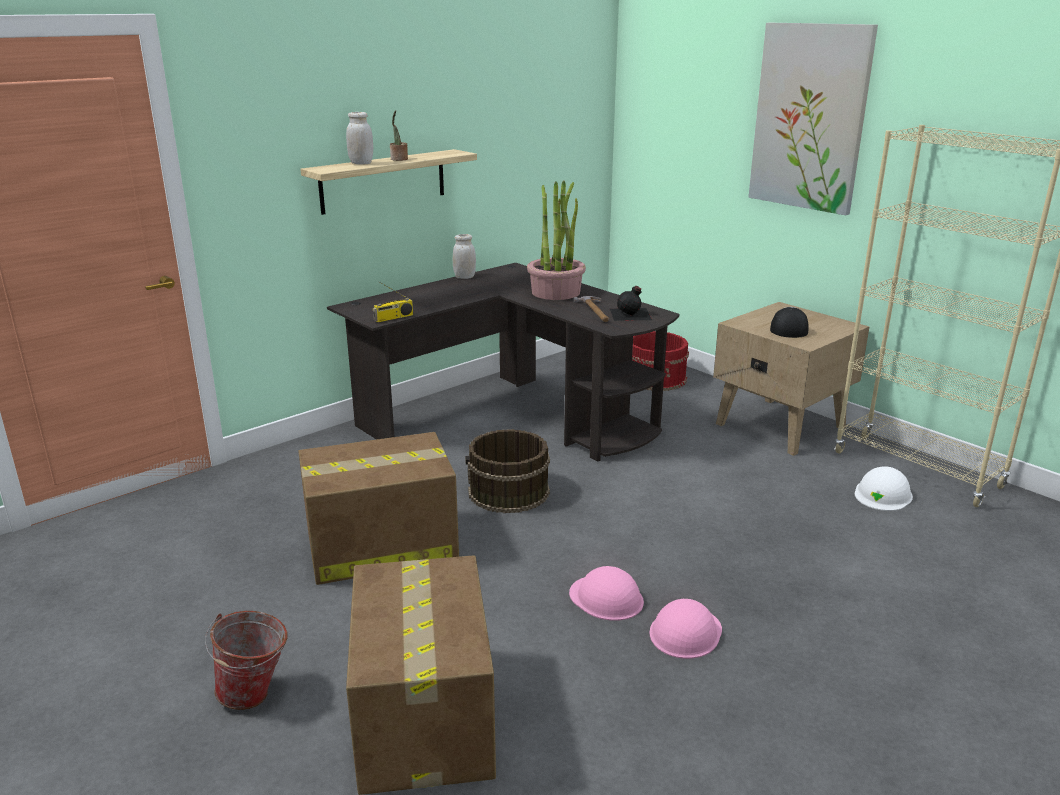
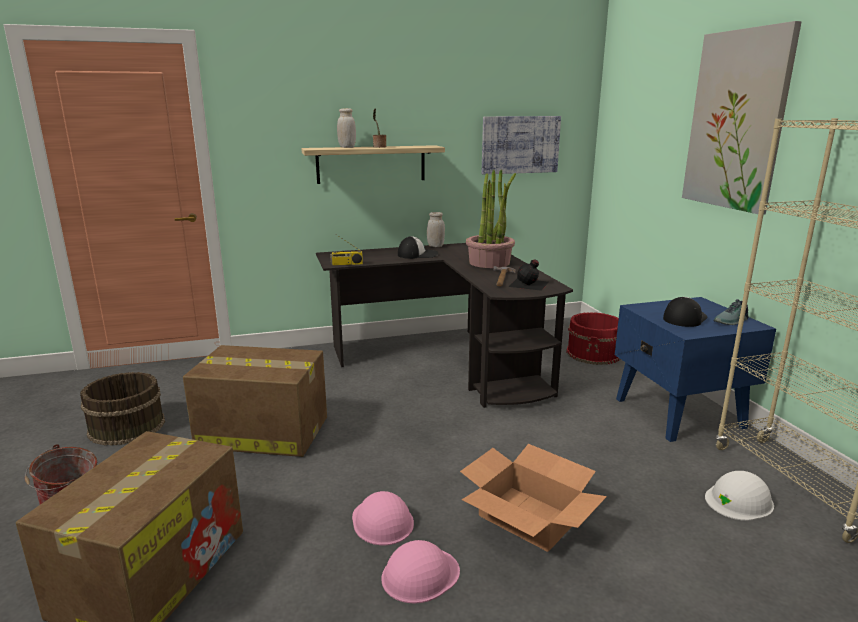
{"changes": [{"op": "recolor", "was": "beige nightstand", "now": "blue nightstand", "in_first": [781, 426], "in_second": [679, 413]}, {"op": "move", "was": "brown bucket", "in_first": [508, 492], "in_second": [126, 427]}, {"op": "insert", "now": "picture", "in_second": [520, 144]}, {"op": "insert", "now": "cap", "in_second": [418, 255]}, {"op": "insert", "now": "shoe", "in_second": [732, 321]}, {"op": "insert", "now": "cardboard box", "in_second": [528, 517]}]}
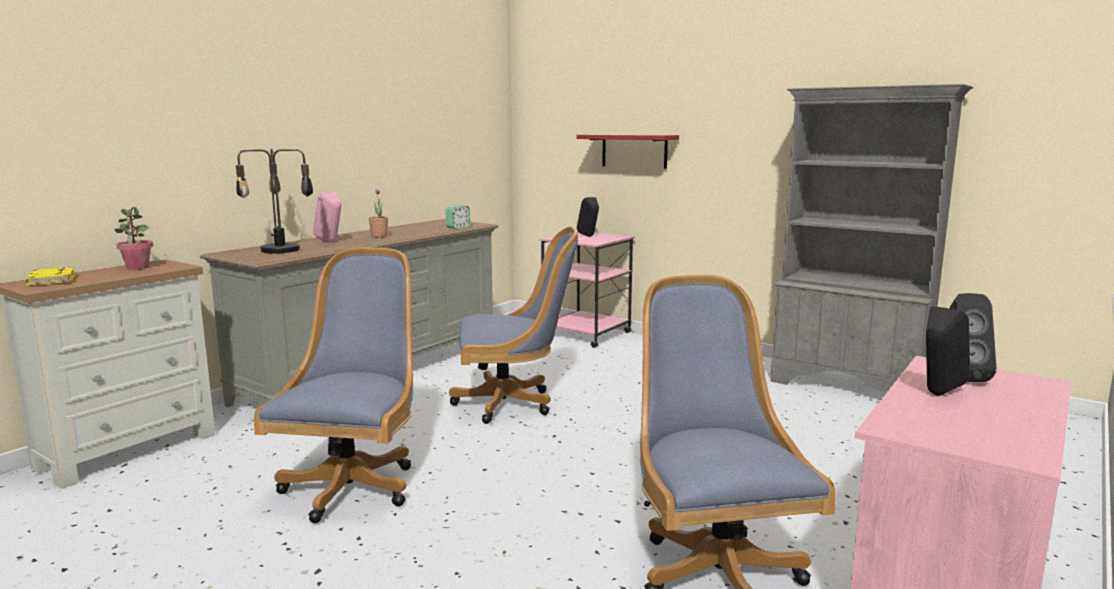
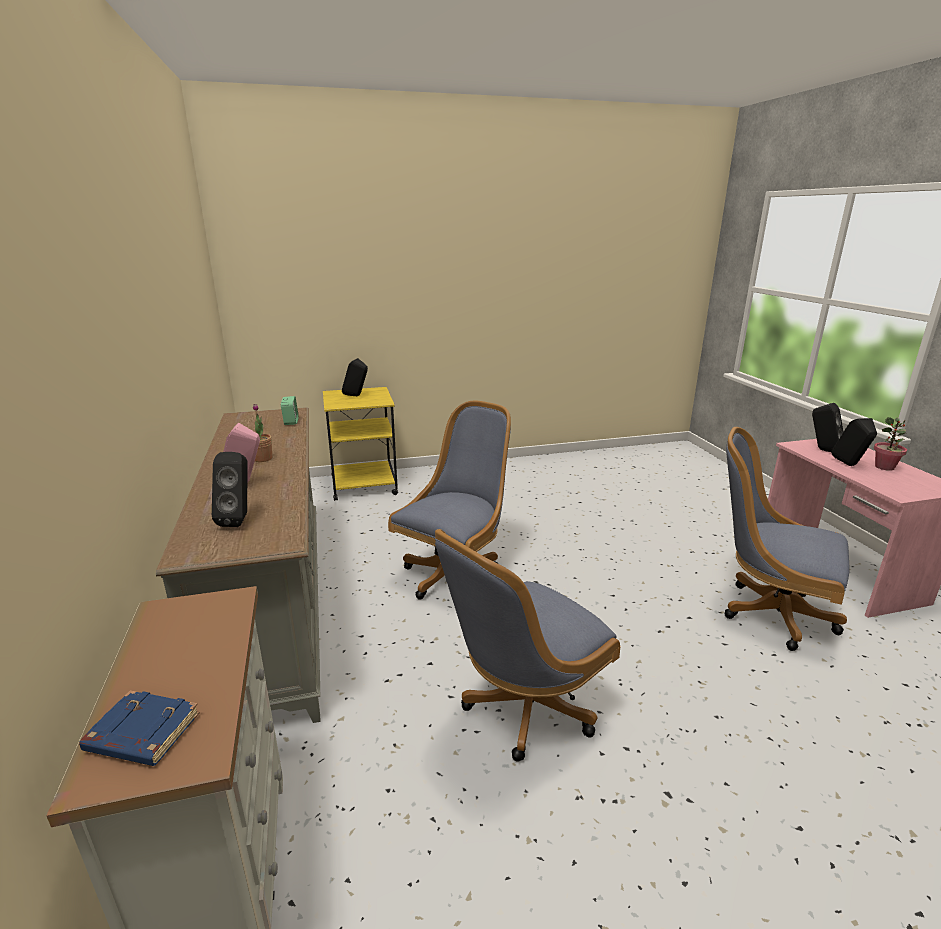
{"changes": [{"op": "delete", "was": "grey bookcase", "in_first": [848, 385]}, {"op": "delete", "was": "red shelf", "in_first": [634, 151]}, {"op": "replace", "was": "table lamp", "now": "black speaker", "in_first": [280, 250], "in_second": [239, 519]}, {"op": "move", "was": "potted plant", "in_first": [137, 267], "in_second": [884, 467]}, {"op": "recolor", "was": "pink cart", "now": "yellow cart", "in_first": [587, 335], "in_second": [365, 485]}, {"op": "rotate", "was": "blue office chair", "in_first": [354, 483], "in_second": [520, 714], "clockwise": -90}, {"op": "recolor", "was": "yellow book", "now": "blue book", "in_first": [50, 280], "in_second": [141, 734]}]}
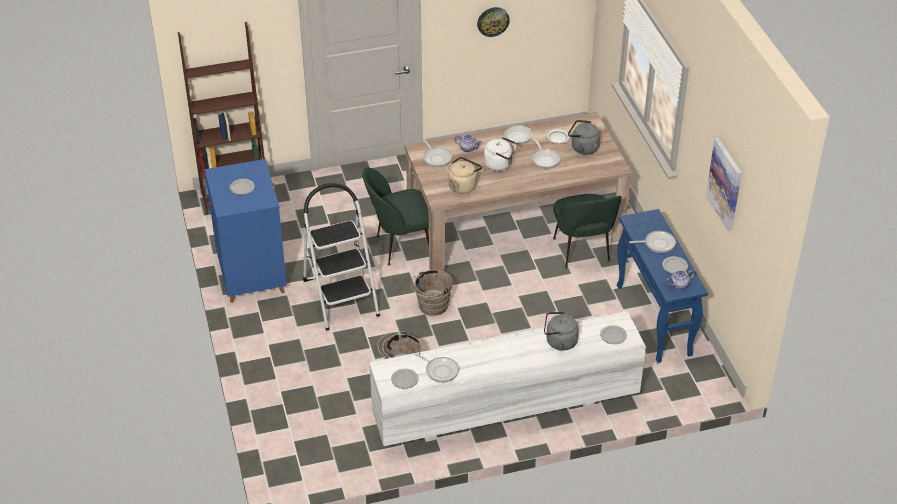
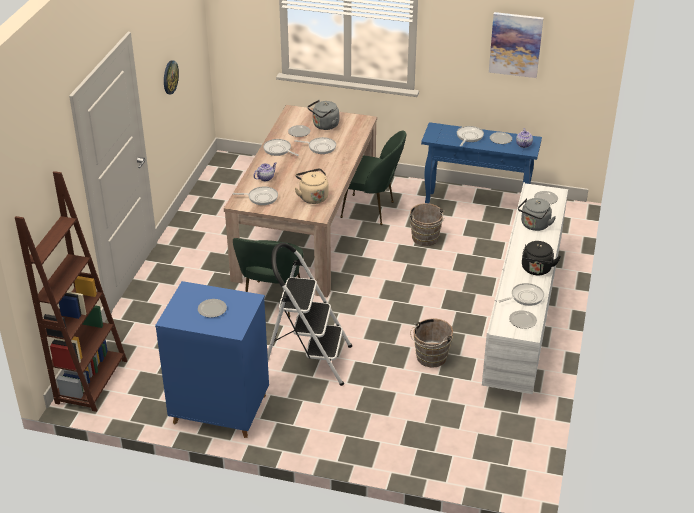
{"changes": [{"op": "delete", "was": "white kettle", "in_first": [500, 164]}, {"op": "move", "was": "brown bucket", "in_first": [431, 307], "in_second": [425, 239]}, {"op": "insert", "now": "black kettle", "in_second": [536, 270]}]}
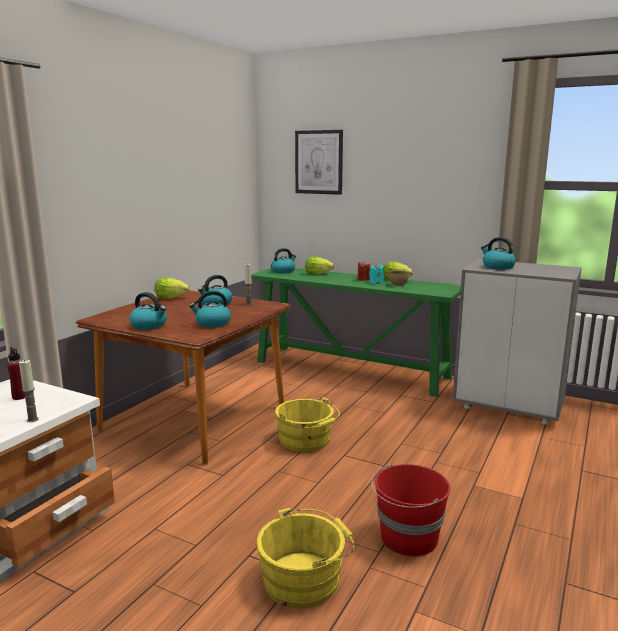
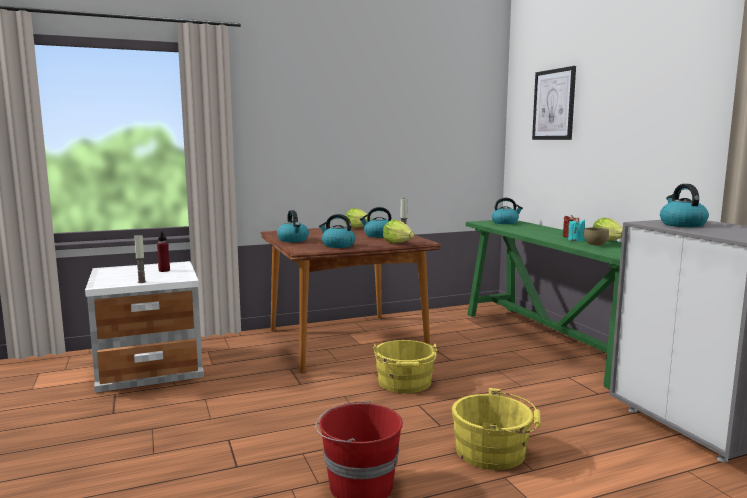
{"changes": [{"op": "move", "was": "lettuce", "in_first": [317, 274], "in_second": [398, 243]}, {"op": "move", "was": "yellow bucket", "in_first": [305, 578], "in_second": [495, 452]}]}
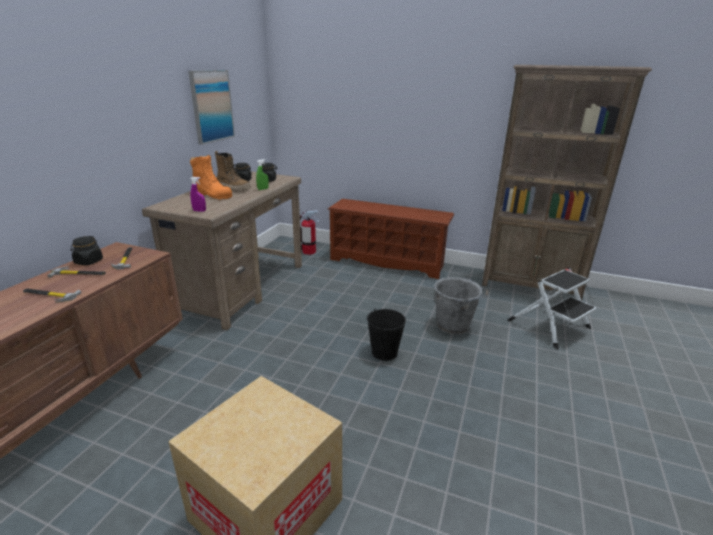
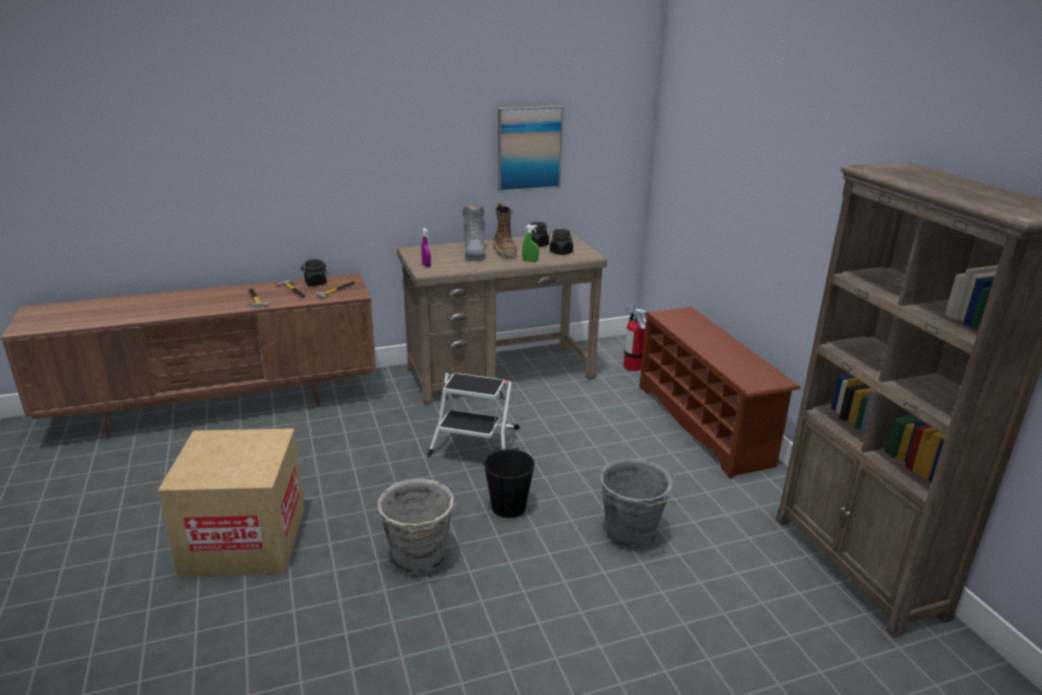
{"changes": [{"op": "recolor", "was": "orange boot", "now": "grey boot", "in_first": [212, 195], "in_second": [474, 252]}, {"op": "move", "was": "step ladder", "in_first": [549, 325], "in_second": [476, 443]}, {"op": "insert", "now": "grey bucket", "in_second": [419, 559]}]}
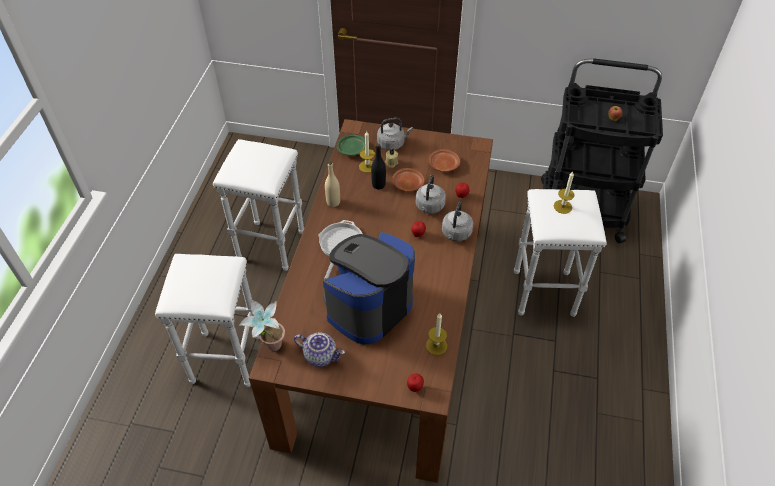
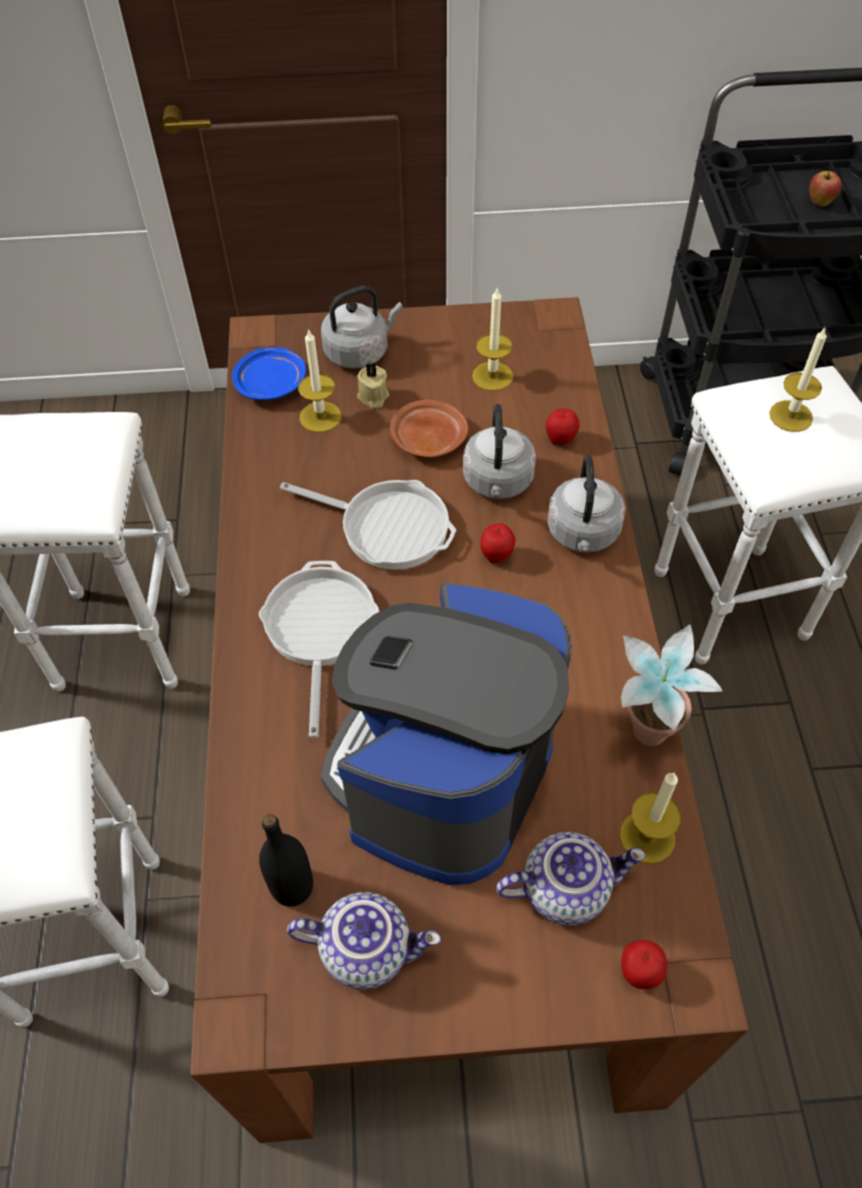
{"changes": [{"op": "recolor", "was": "green plate", "now": "blue plate", "in_first": [352, 149], "in_second": [271, 383]}, {"op": "move", "was": "black bottle", "in_first": [378, 185], "in_second": [292, 887]}, {"op": "replace", "was": "brown plate", "now": "candle", "in_first": [443, 164], "in_second": [492, 376]}, {"op": "delete", "was": "beige bottle", "in_first": [333, 202]}, {"op": "move", "was": "potted plant", "in_first": [269, 348], "in_second": [643, 741]}, {"op": "insert", "now": "frying pan", "in_second": [387, 526]}, {"op": "insert", "now": "teapot", "in_second": [565, 887]}]}
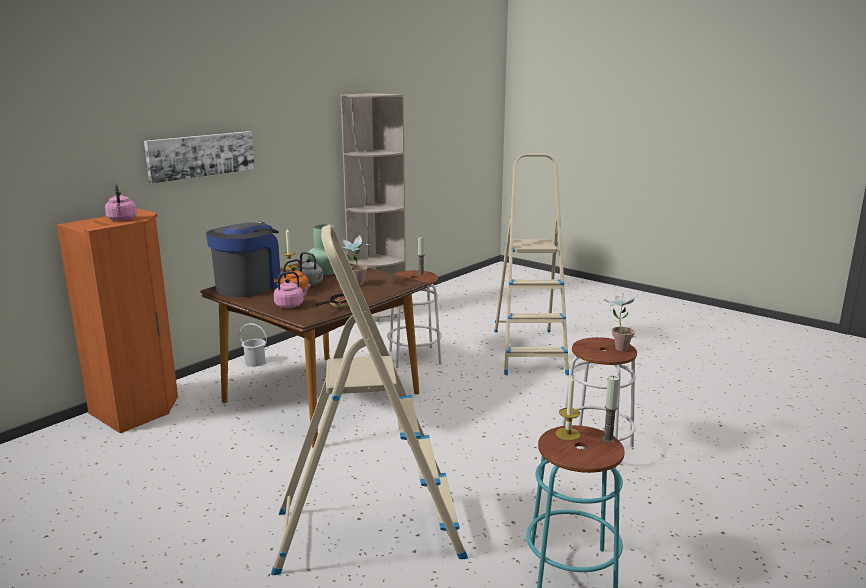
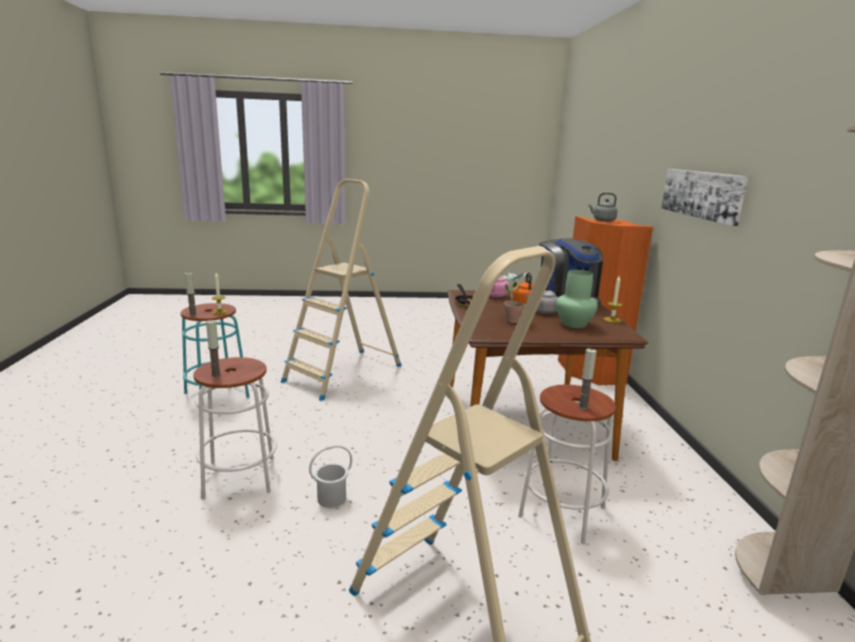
{"changes": [{"op": "recolor", "was": "pink kettle", "now": "grey kettle", "in_first": [122, 219], "in_second": [602, 220]}, {"op": "replace", "was": "potted plant", "now": "candle", "in_first": [618, 347], "in_second": [216, 375]}, {"op": "move", "was": "white bucket", "in_first": [255, 362], "in_second": [331, 498]}]}
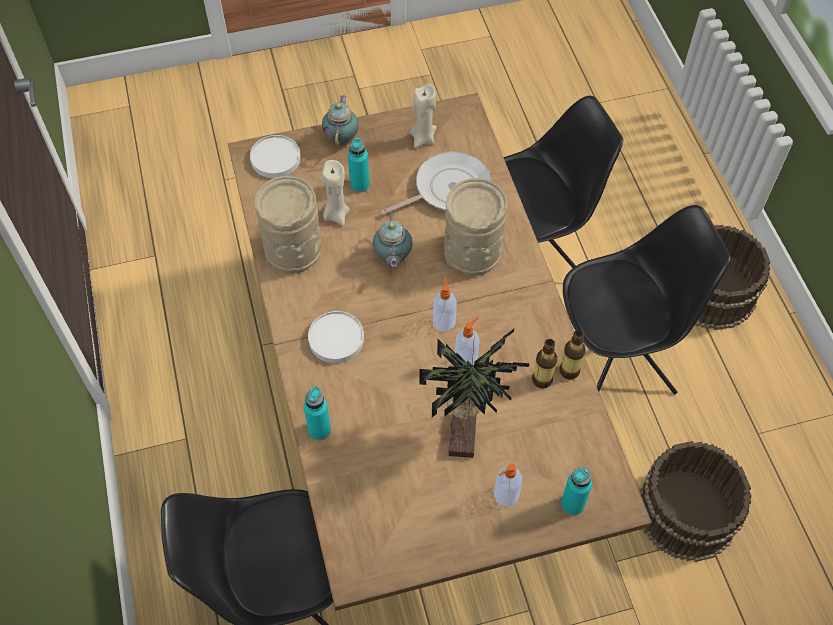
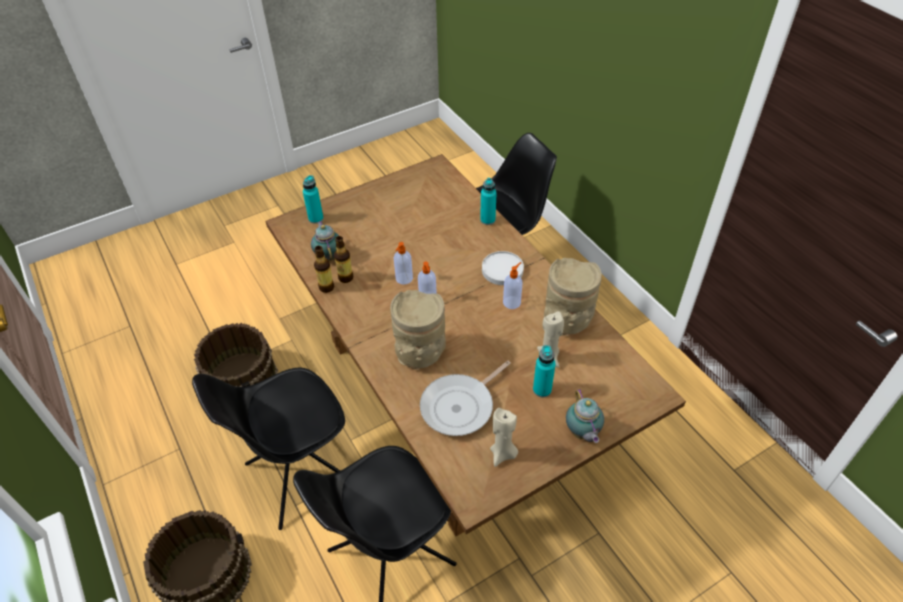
{"changes": [{"op": "delete", "was": "white plate", "in_first": [276, 158]}, {"op": "move", "was": "teapot", "in_first": [392, 259], "in_second": [329, 256]}, {"op": "delete", "was": "potted plant", "in_first": [466, 434]}, {"op": "move", "was": "soap dispenser", "in_first": [505, 495], "in_second": [512, 302]}]}
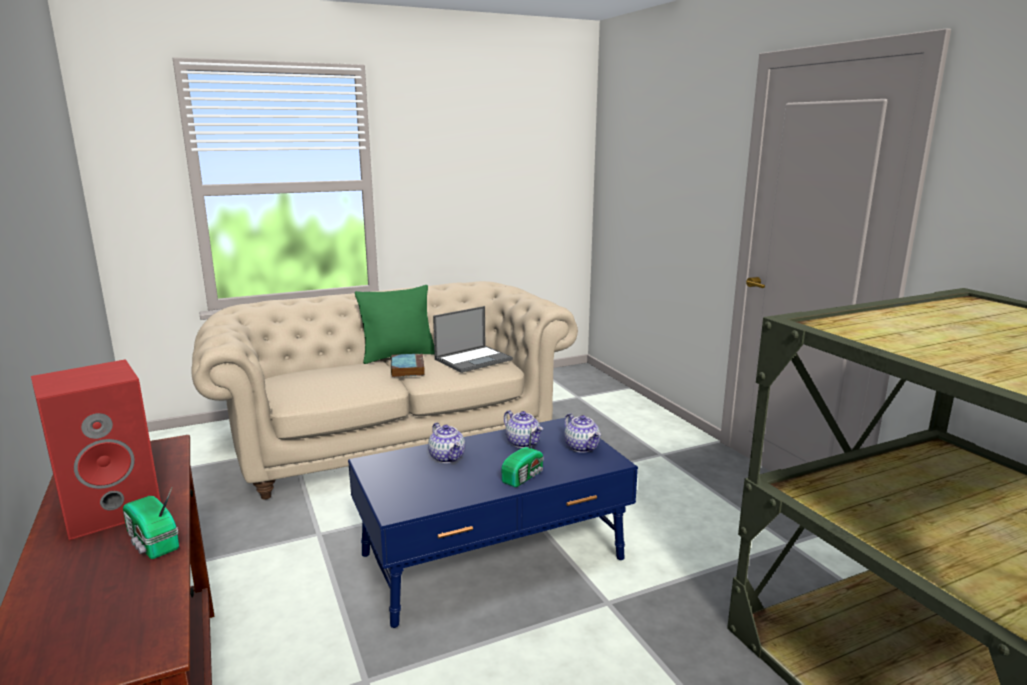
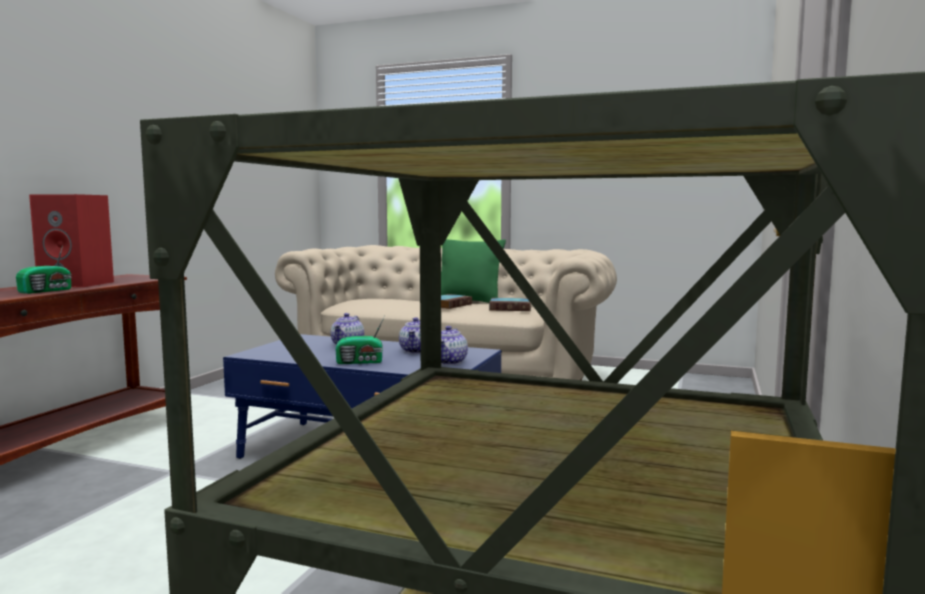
{"changes": [{"op": "replace", "was": "laptop", "now": "book", "in_first": [474, 359], "in_second": [511, 308]}, {"op": "rotate", "was": "radio", "in_first": [152, 542], "in_second": [47, 291], "clockwise": -150}]}
